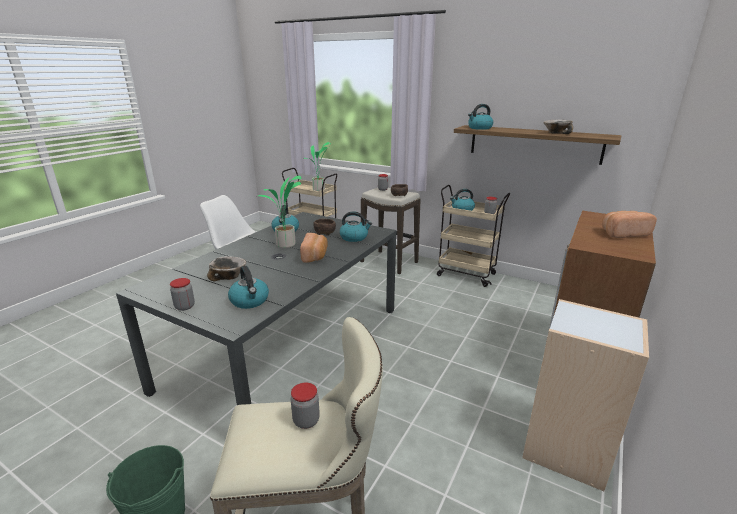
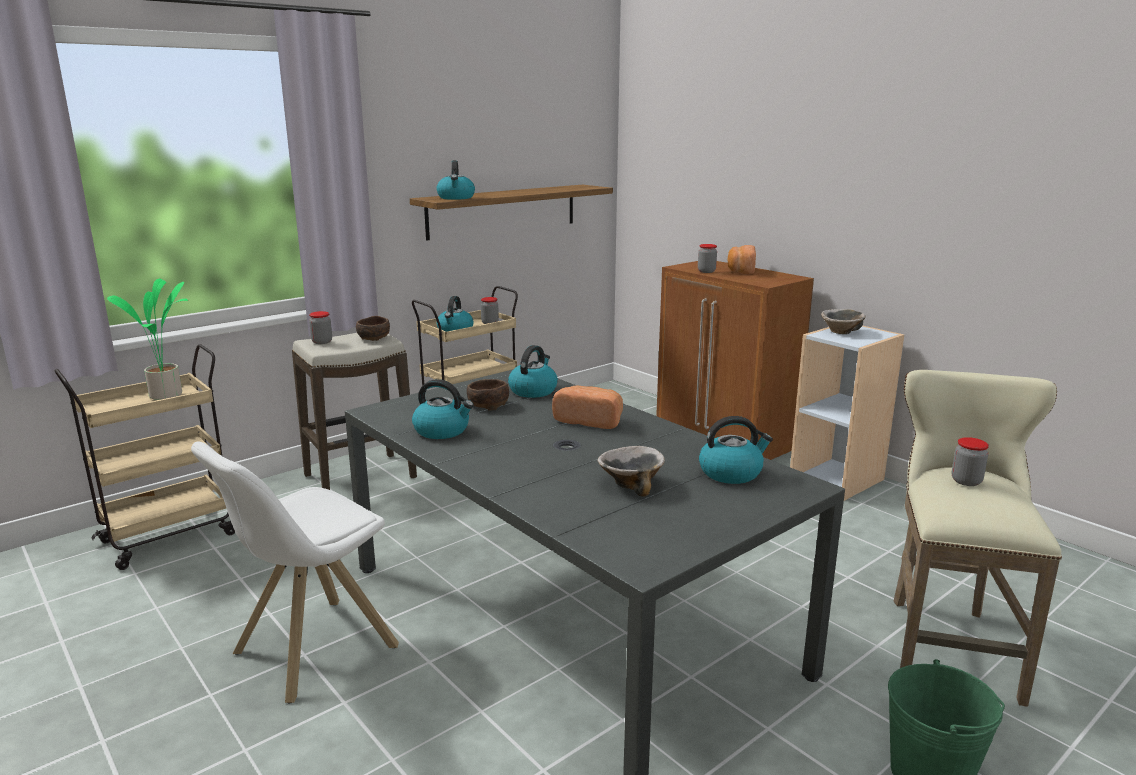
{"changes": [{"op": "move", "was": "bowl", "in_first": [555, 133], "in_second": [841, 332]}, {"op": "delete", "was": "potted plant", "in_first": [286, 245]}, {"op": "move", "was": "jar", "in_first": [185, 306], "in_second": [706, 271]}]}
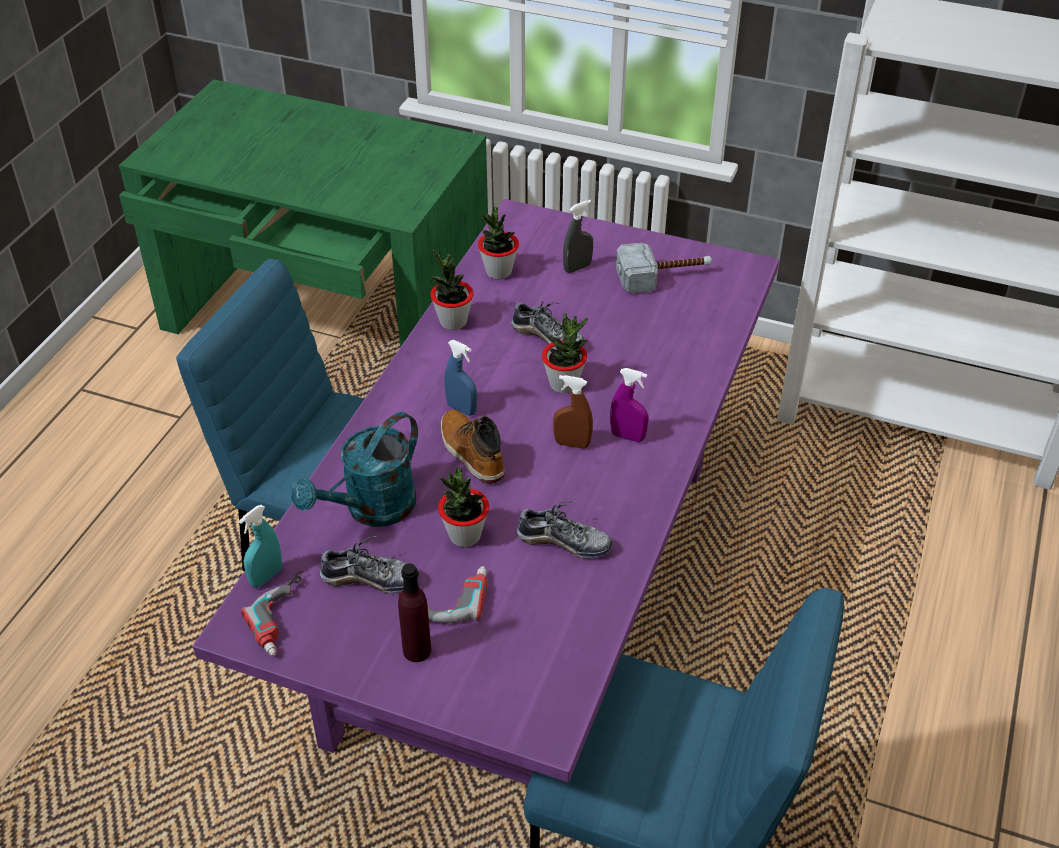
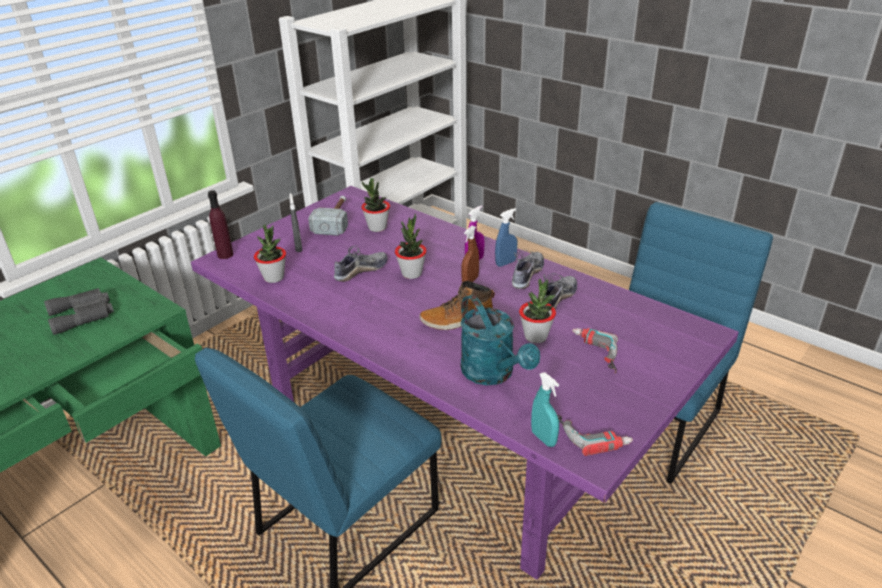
{"changes": [{"op": "move", "was": "potted plant", "in_first": [453, 322], "in_second": [377, 228]}, {"op": "move", "was": "blue spray bottle", "in_first": [461, 409], "in_second": [505, 263]}, {"op": "move", "was": "shoe", "in_first": [370, 579], "in_second": [527, 275]}, {"op": "move", "was": "purple bottle", "in_first": [417, 650], "in_second": [225, 255]}, {"op": "insert", "now": "grey binoculars", "in_second": [83, 315]}]}
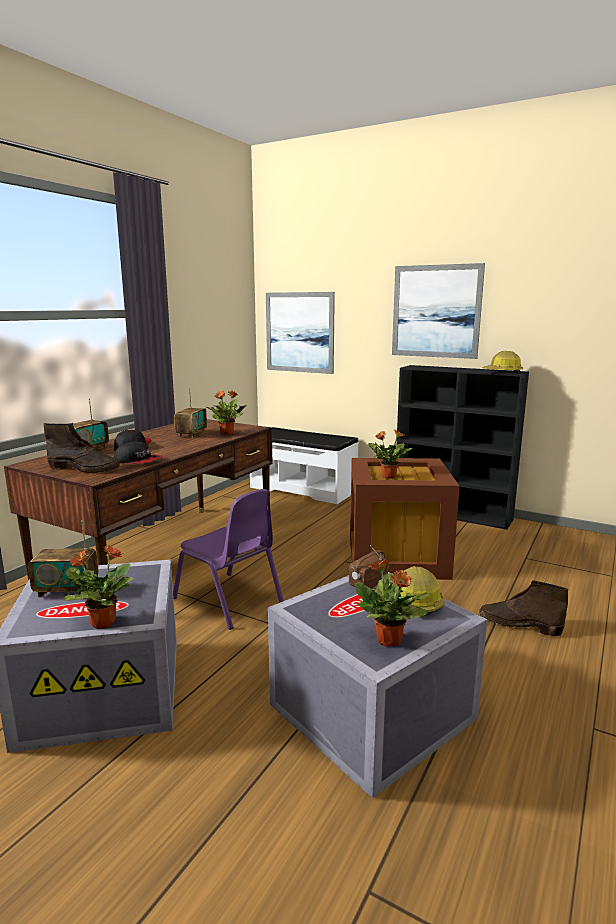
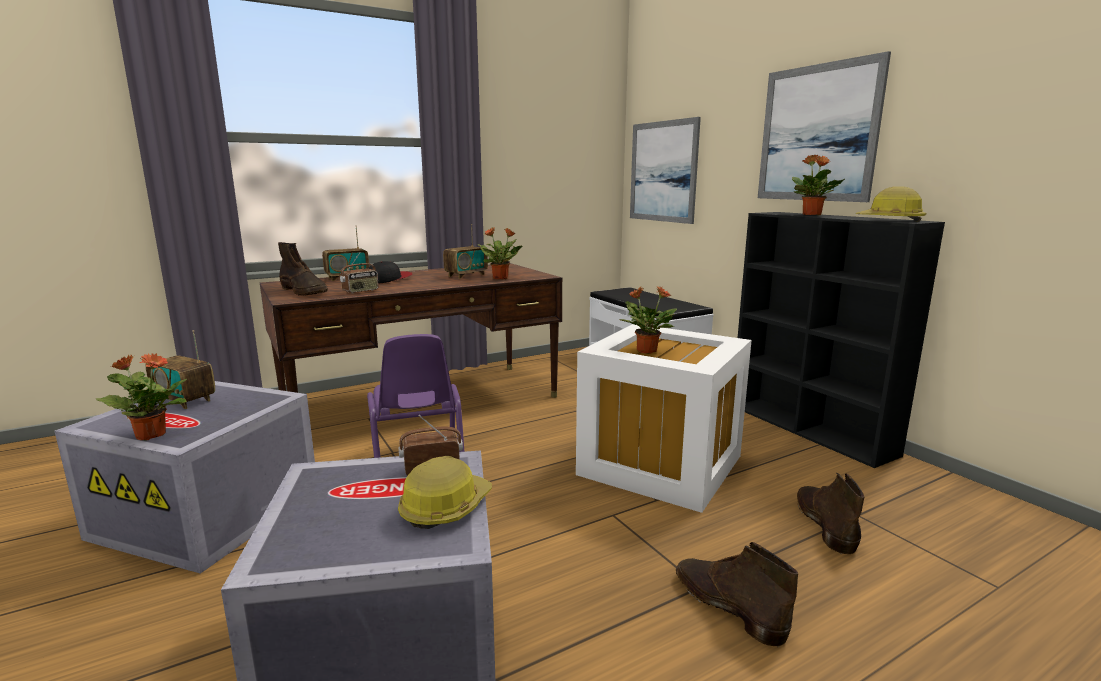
{"changes": [{"op": "replace", "was": "cap", "now": "radio", "in_first": [138, 461], "in_second": [361, 291]}, {"op": "recolor", "was": "brown storage box", "now": "white storage box", "in_first": [398, 557], "in_second": [663, 465]}, {"op": "move", "was": "potted plant", "in_first": [389, 640], "in_second": [811, 215]}, {"op": "insert", "now": "brown boot", "in_second": [824, 523]}]}
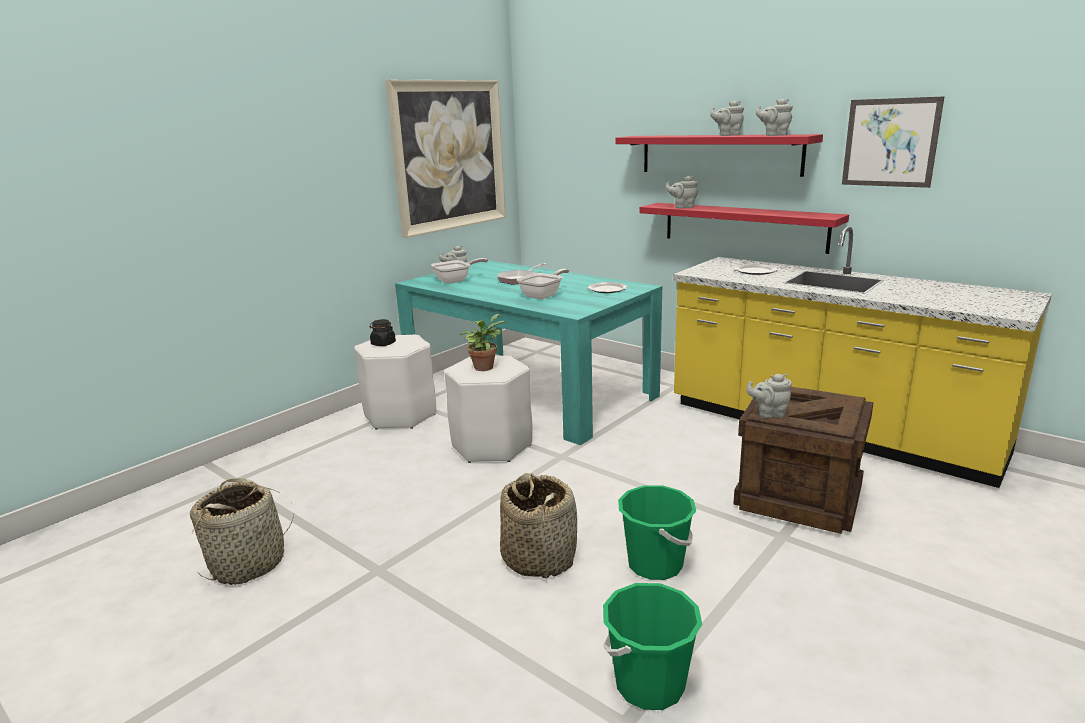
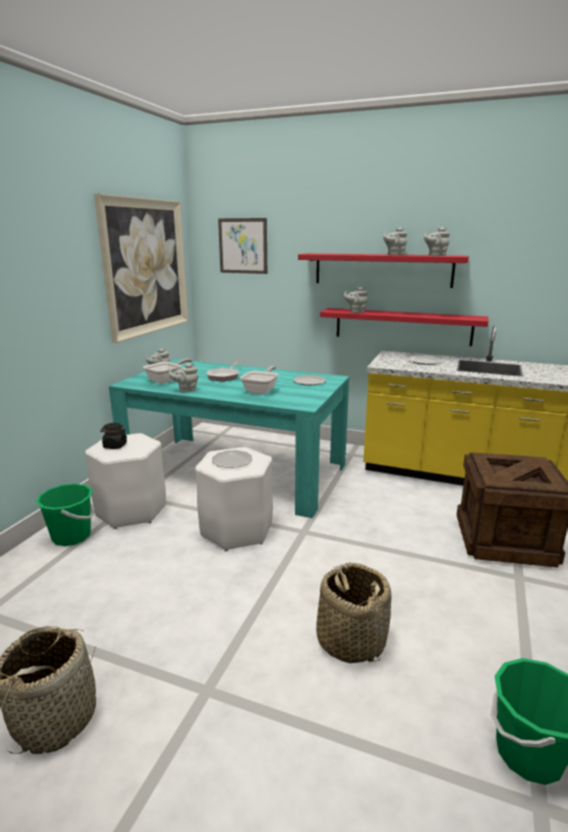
{"changes": [{"op": "move", "was": "picture", "in_first": [890, 142], "in_second": [243, 246]}, {"op": "replace", "was": "potted plant", "now": "plate", "in_first": [484, 366], "in_second": [232, 461]}, {"op": "move", "was": "grey teapot", "in_first": [769, 414], "in_second": [186, 390]}, {"op": "move", "was": "green bucket", "in_first": [655, 564], "in_second": [72, 536]}]}
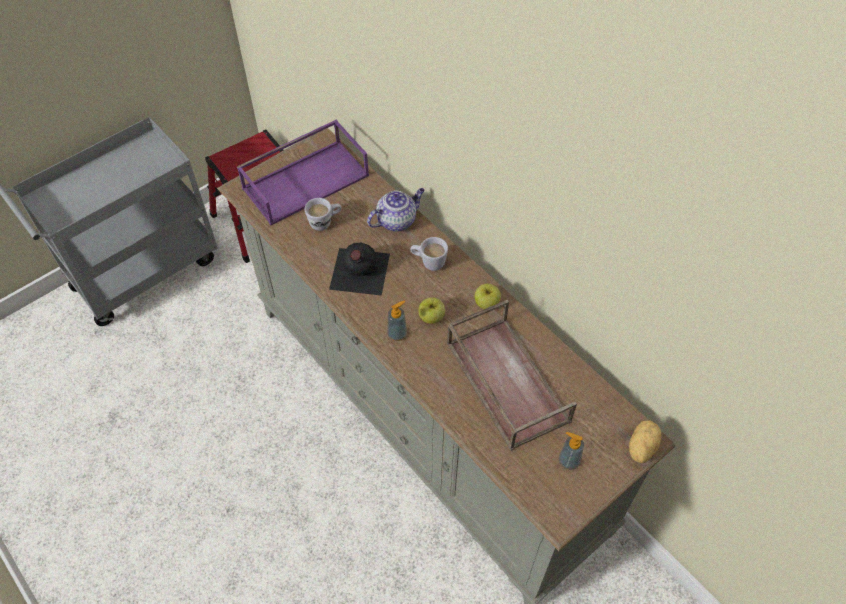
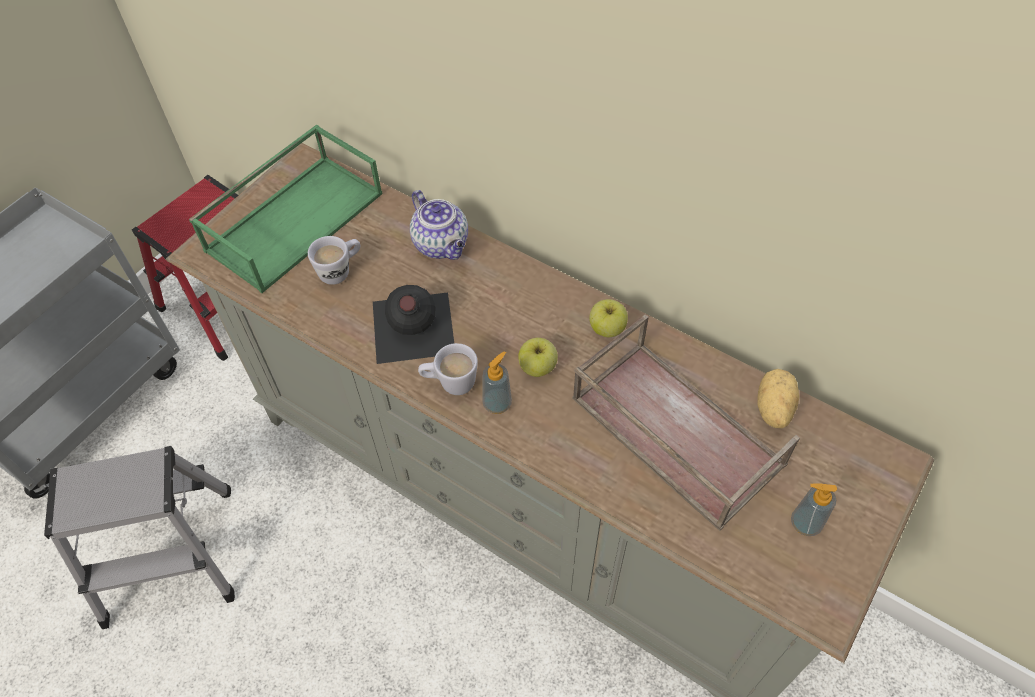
{"changes": [{"op": "recolor", "was": "purple tray", "now": "green tray", "in_first": [306, 180], "in_second": [295, 220]}, {"op": "rotate", "was": "teapot", "in_first": [397, 220], "in_second": [442, 245], "clockwise": 105}, {"op": "move", "was": "white mug", "in_first": [428, 262], "in_second": [450, 383]}, {"op": "move", "was": "potato", "in_first": [640, 447], "in_second": [772, 409]}, {"op": "insert", "now": "grey step ladder", "in_second": [168, 554]}]}
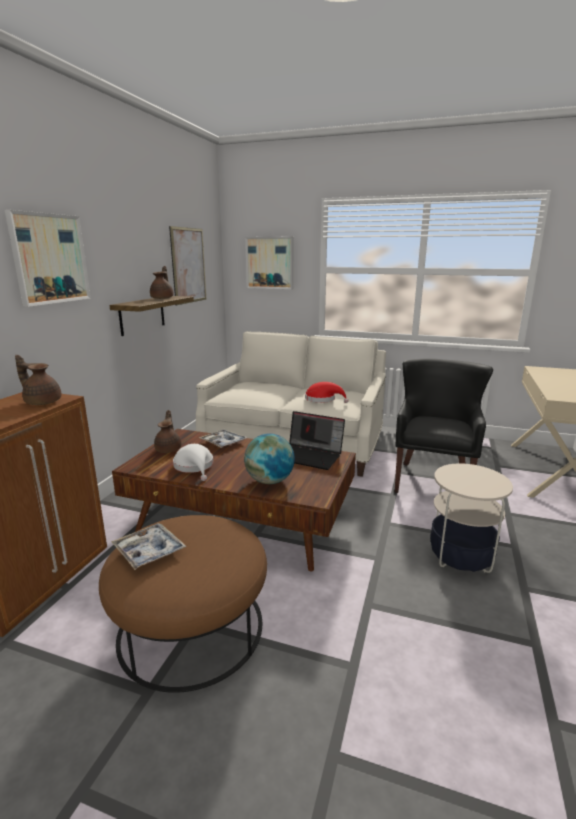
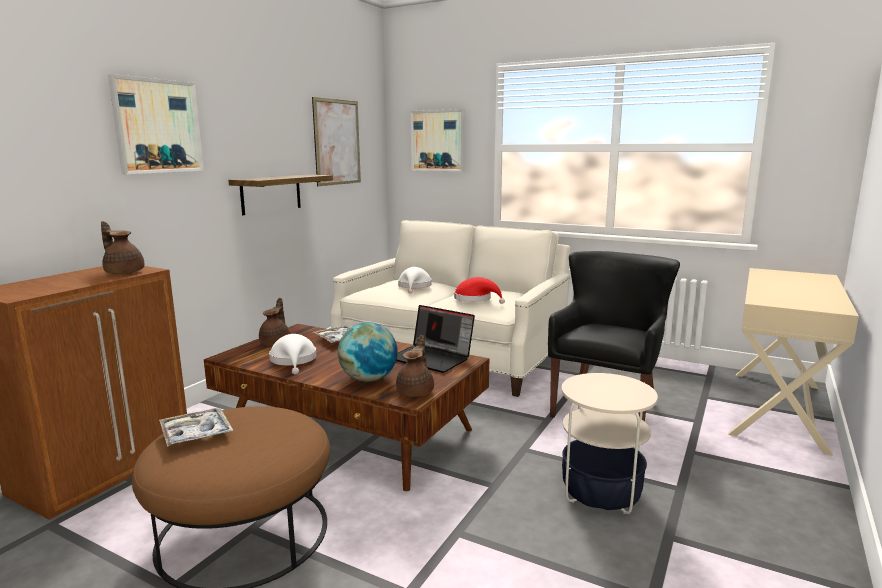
{"changes": [{"op": "move", "was": "brown teapot", "in_first": [163, 298], "in_second": [416, 391]}, {"op": "insert", "now": "white hat", "in_second": [414, 286]}]}
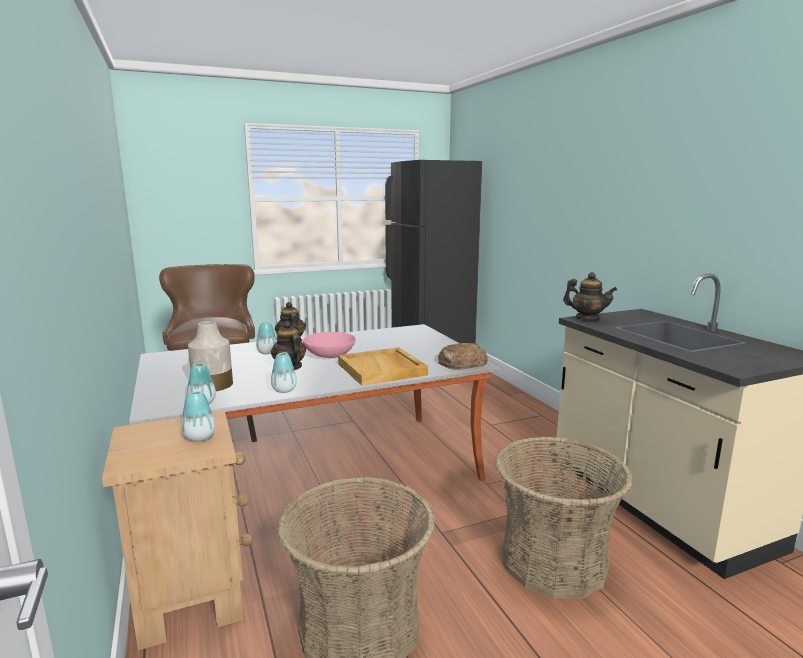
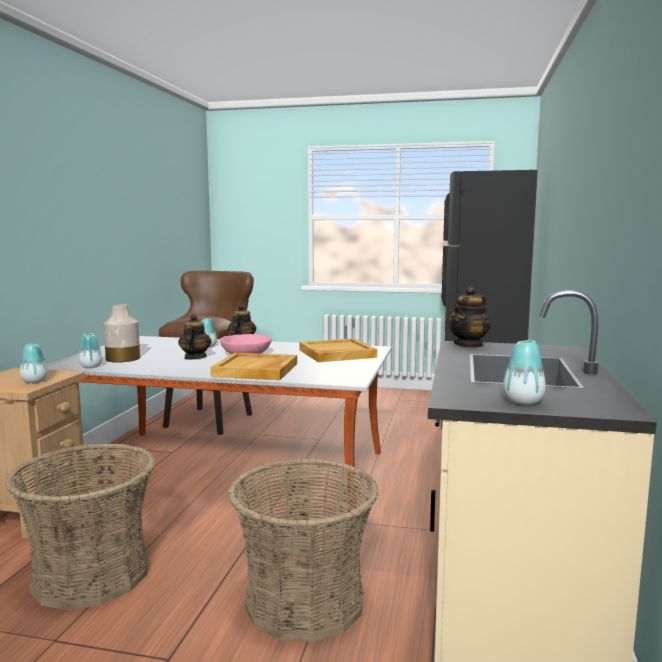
{"changes": [{"op": "rotate", "was": "teapot", "in_first": [587, 318], "in_second": [469, 344], "clockwise": 60}, {"op": "delete", "was": "bread", "in_first": [461, 363]}, {"op": "move", "was": "vase", "in_first": [284, 390], "in_second": [523, 401]}, {"op": "insert", "now": "beige tray", "in_second": [336, 354]}]}
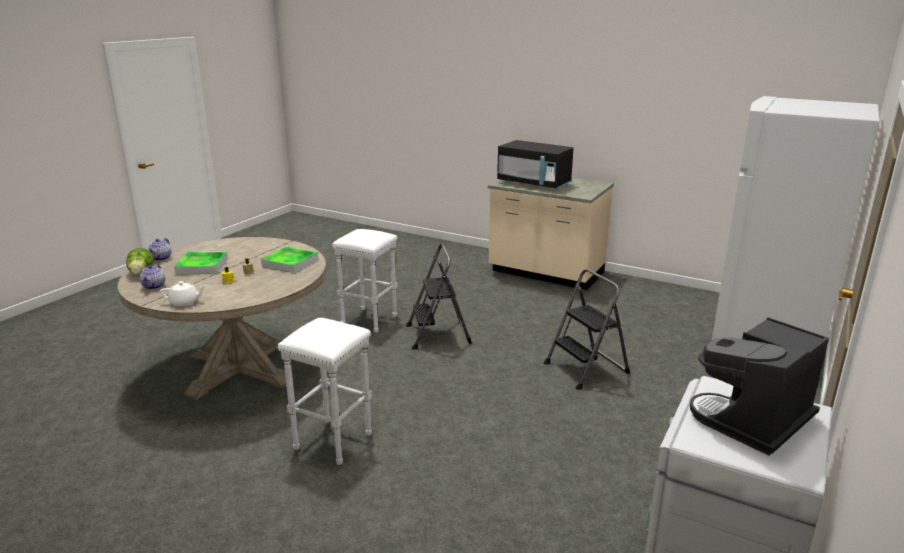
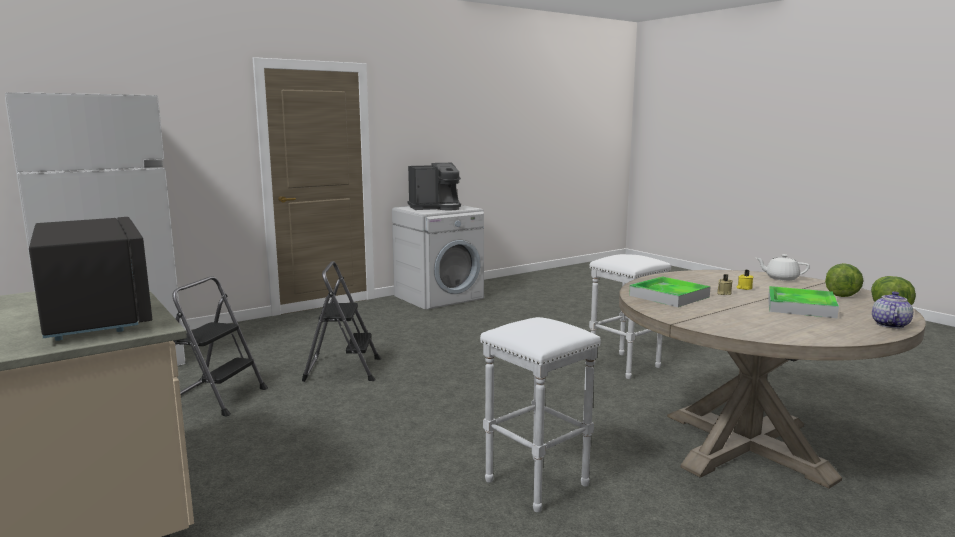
{"changes": [{"op": "move", "was": "black step ladder", "in_first": [441, 334], "in_second": [211, 396]}, {"op": "replace", "was": "teapot", "now": "lettuce", "in_first": [154, 286], "in_second": [841, 294]}]}
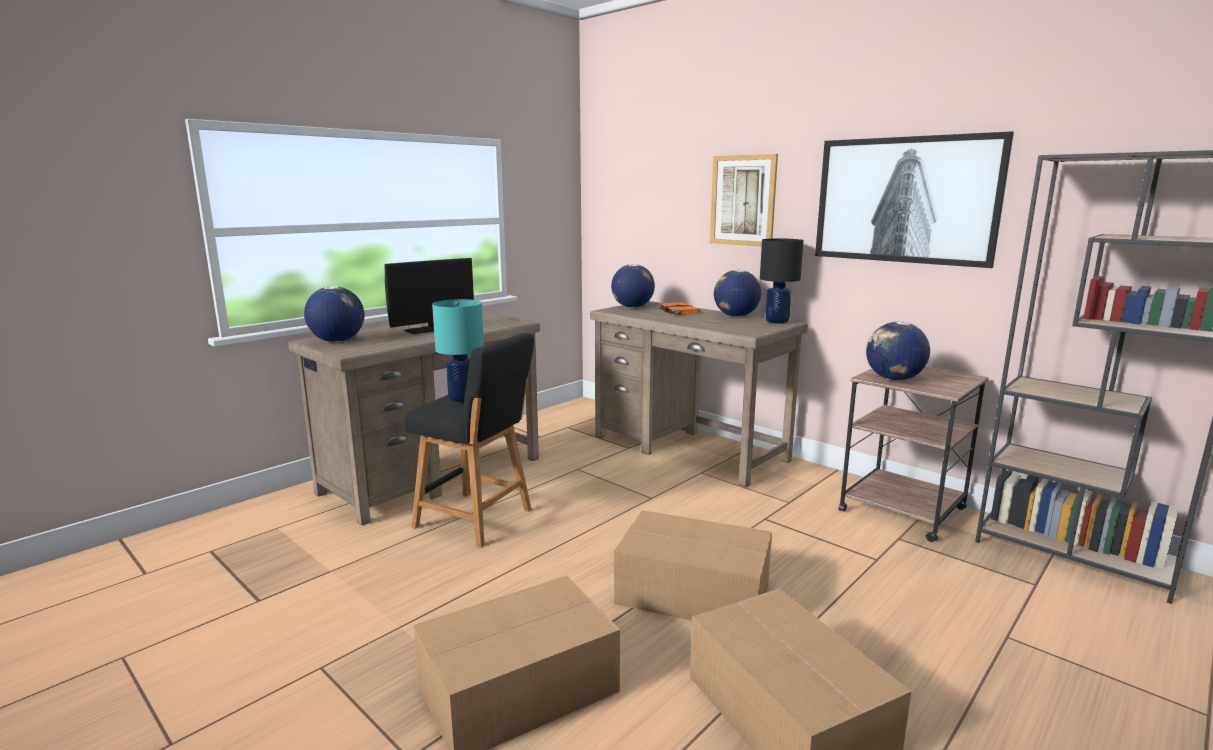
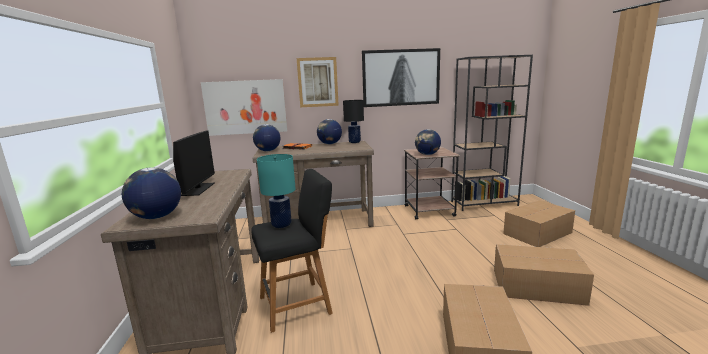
{"changes": [{"op": "move", "was": "cardboard box", "in_first": [691, 591], "in_second": [536, 233]}, {"op": "insert", "now": "picture", "in_second": [245, 107]}]}
